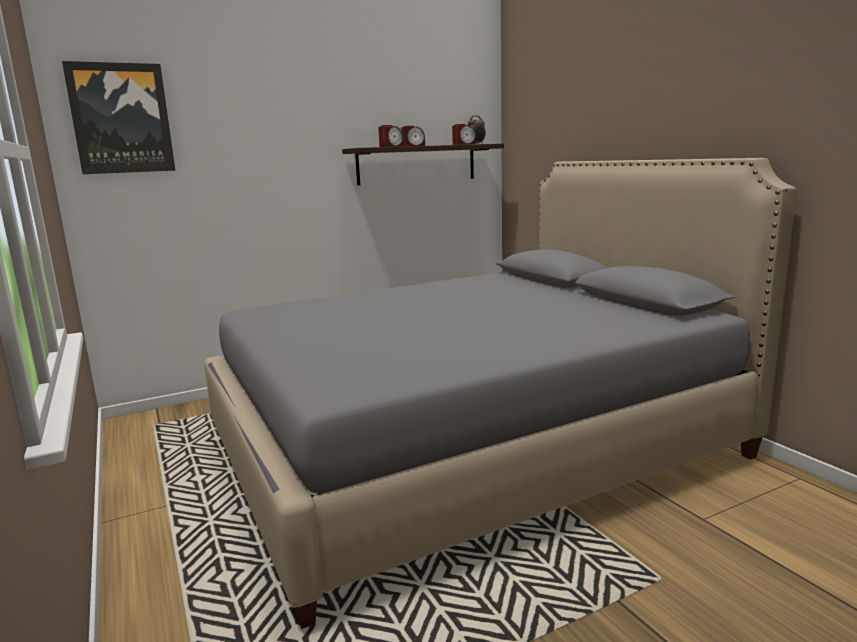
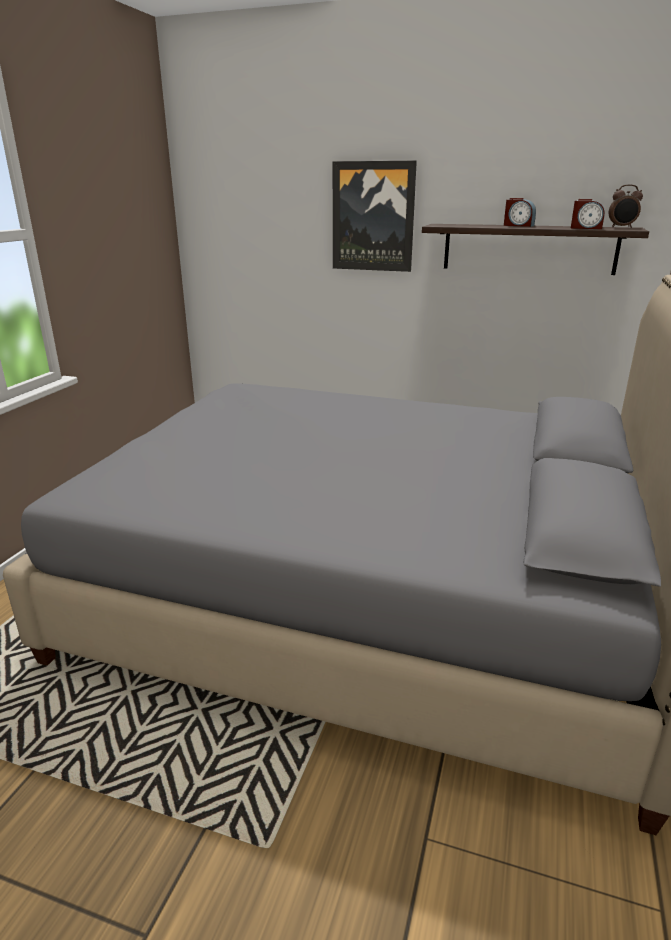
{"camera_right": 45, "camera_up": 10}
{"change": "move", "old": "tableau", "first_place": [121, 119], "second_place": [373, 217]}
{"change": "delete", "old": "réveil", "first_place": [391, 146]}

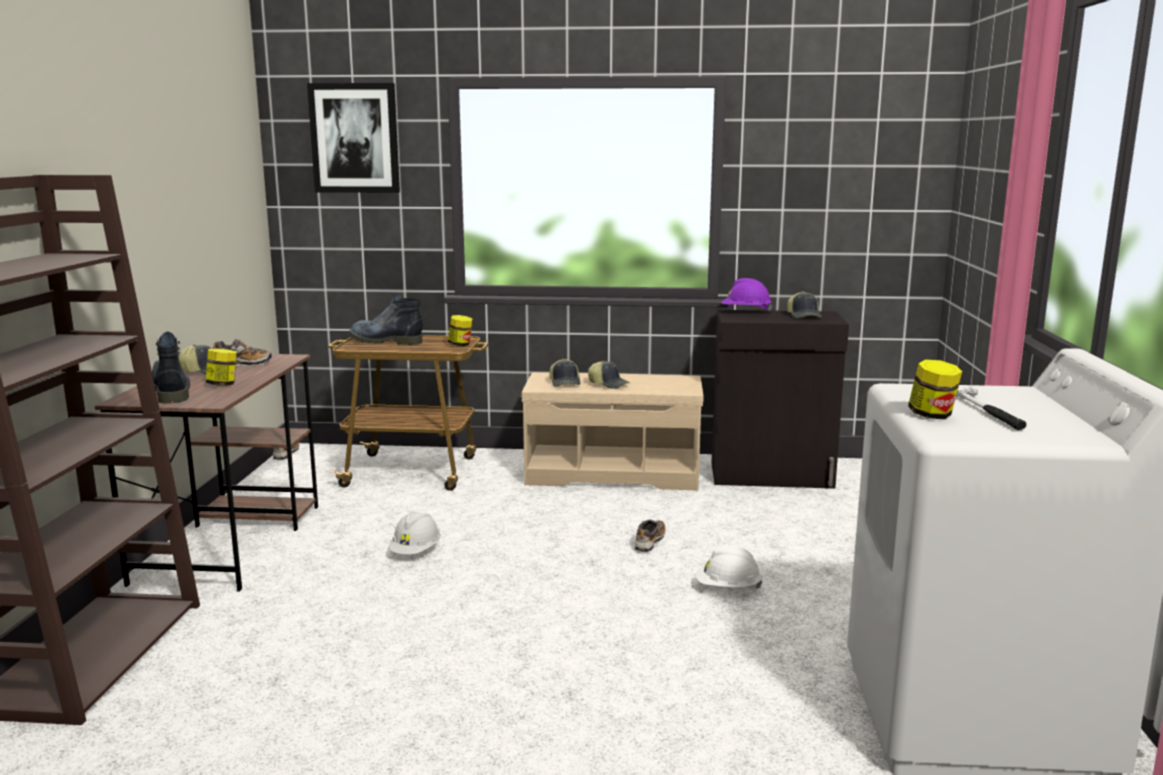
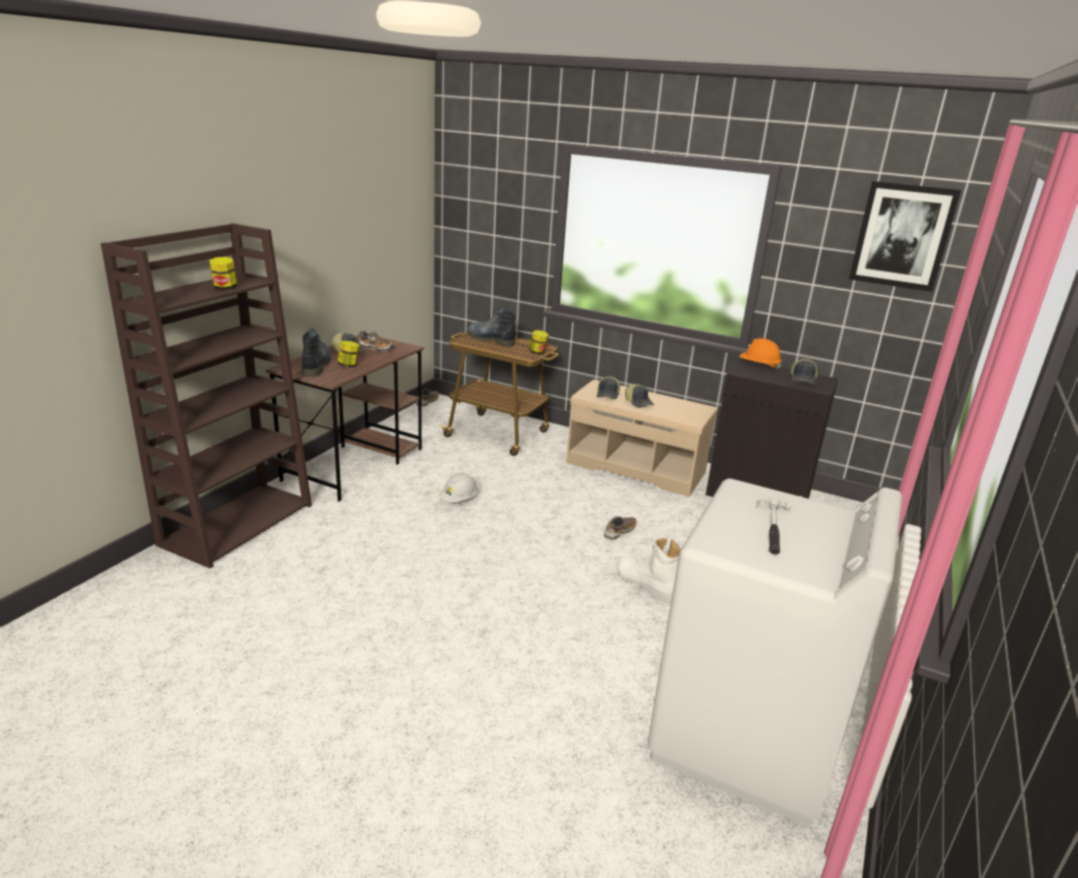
{"camera_right": 20, "camera_up": 10}
{"change": "move", "old": "bocal", "first_place": [932, 415], "second_place": [225, 288]}
{"change": "replace", "old": "casque de chantier (blanc)", "new": "botte (blanc)", "first_place": [728, 588], "second_place": [647, 584]}
{"change": "recolor", "old": "casque de chantier (violet)", "new": "casque de chantier (orange)", "first_place": [745, 312], "second_place": [758, 366]}
{"change": "move", "old": "tableau", "first_place": [355, 138], "second_place": [902, 236]}

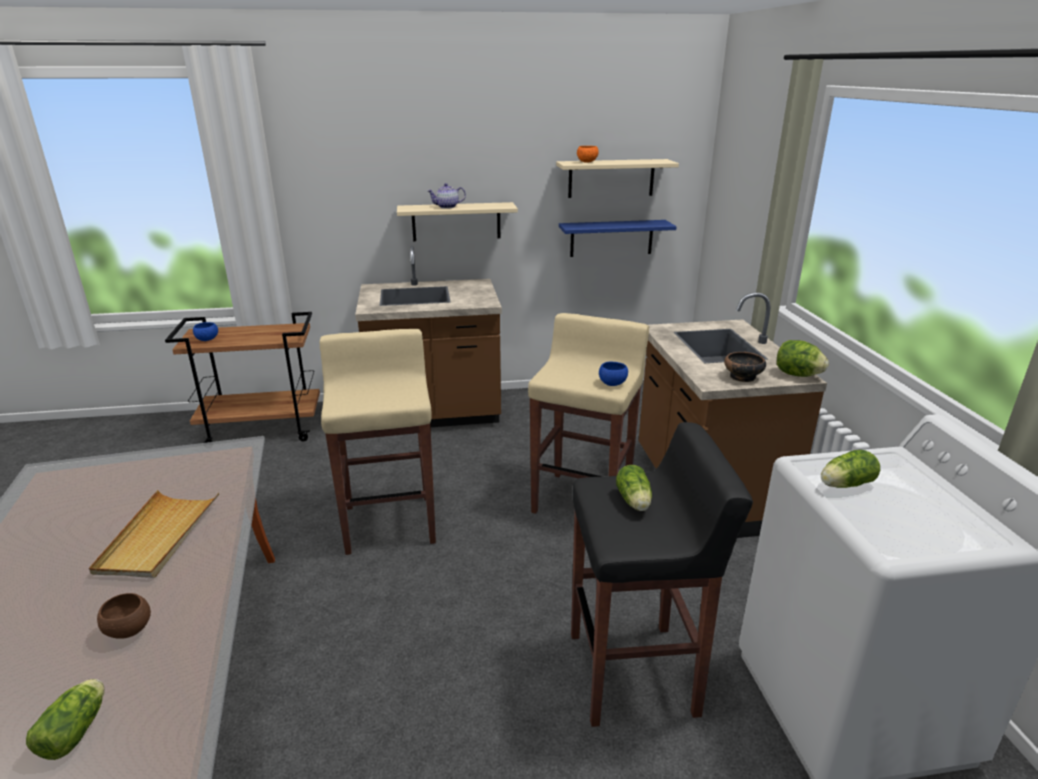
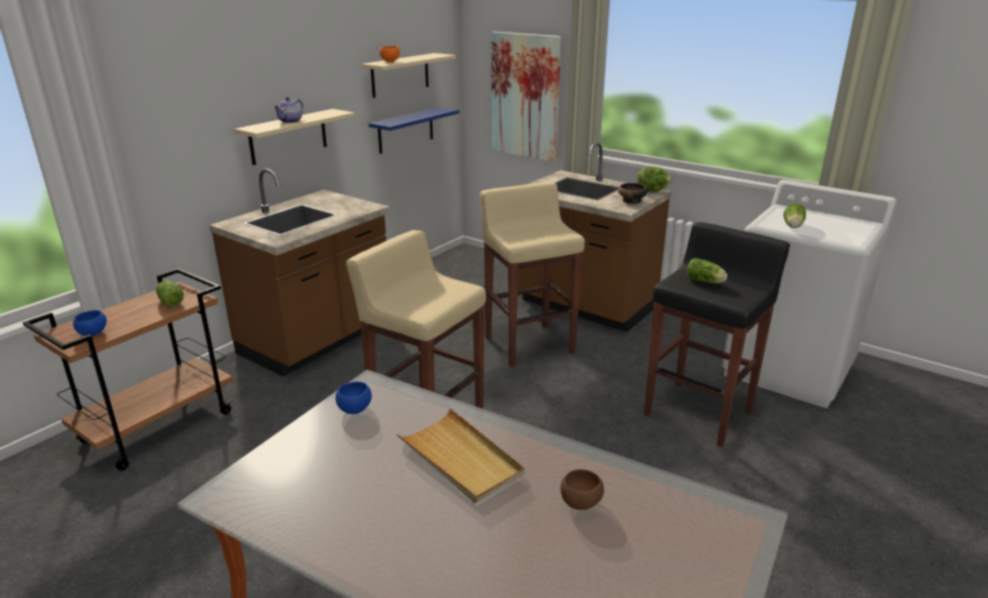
{"camera_right": -45, "camera_up": 0}
{"change": "move", "old": "laitue", "first_place": [77, 729], "second_place": [170, 301]}
{"change": "move", "old": "bol (bleu)", "first_place": [612, 384], "second_place": [355, 409]}
{"change": "insert", "new": "tableau", "second_place": [525, 96]}

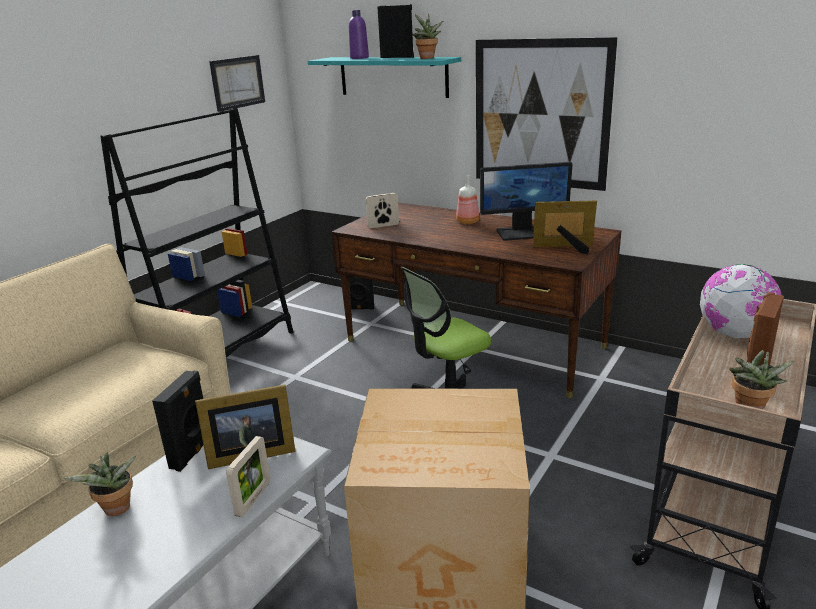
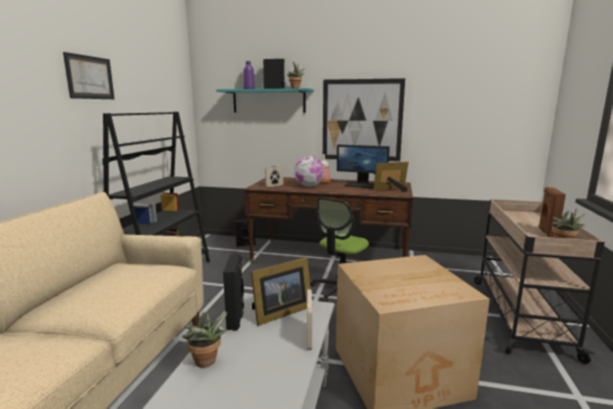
{"camera_right": -20, "camera_up": -10}
{"change": "move", "old": "tableau", "first_place": [237, 82], "second_place": [90, 77]}
{"change": "move", "old": "globe", "first_place": [734, 334], "second_place": [309, 186]}
{"change": "rotate", "old": "écran d'ordinateur", "first_place": [525, 232], "second_place": [361, 185], "degrees": 45}

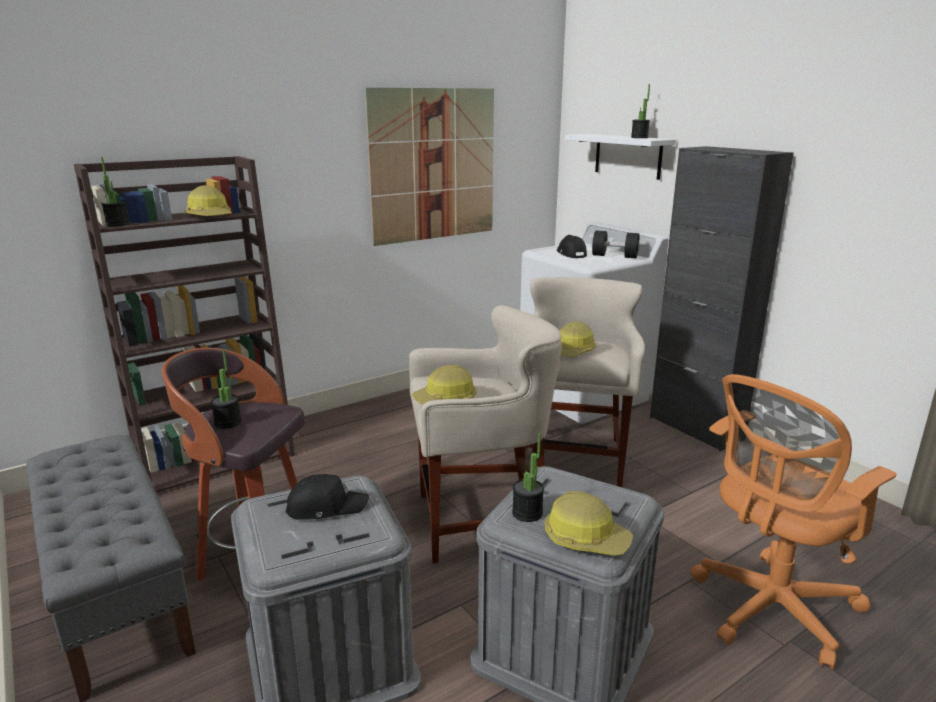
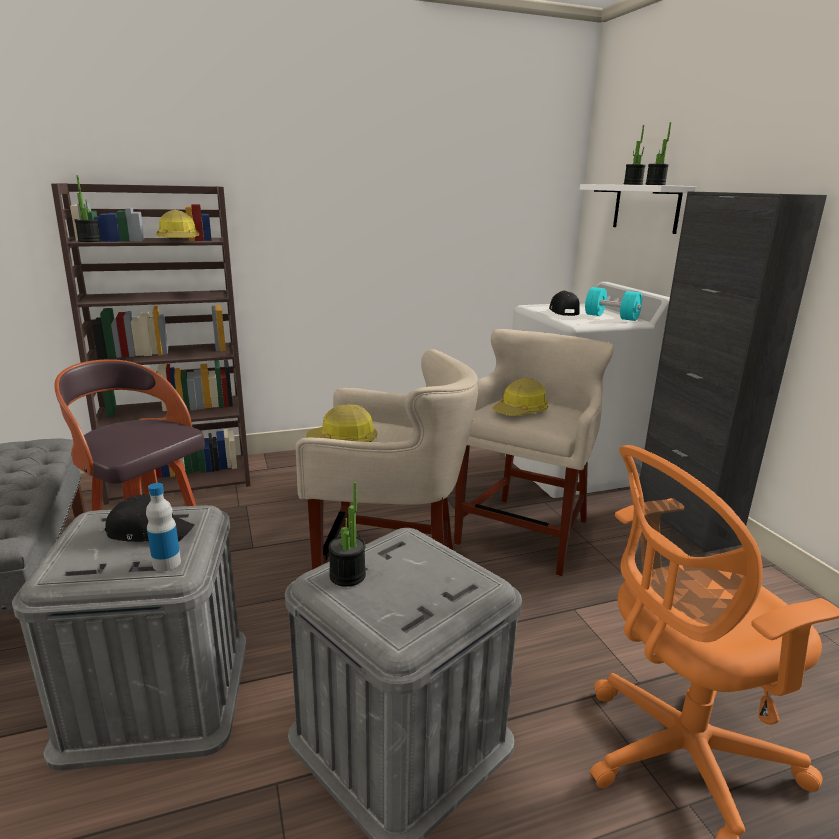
{"camera_right": 15, "camera_up": 0}
{"change": "insert", "new": "bouteille", "second_place": [166, 563]}
{"change": "recolor", "old": "haltère (noir)", "new": "haltère (turquoise)", "first_place": [614, 256], "second_place": [611, 317]}
{"change": "move", "old": "plante en pot", "first_place": [228, 423], "second_place": [633, 184]}
{"change": "delete", "old": "tableau", "first_place": [434, 165]}
{"change": "delete", "old": "casque de chantier", "first_place": [585, 538]}

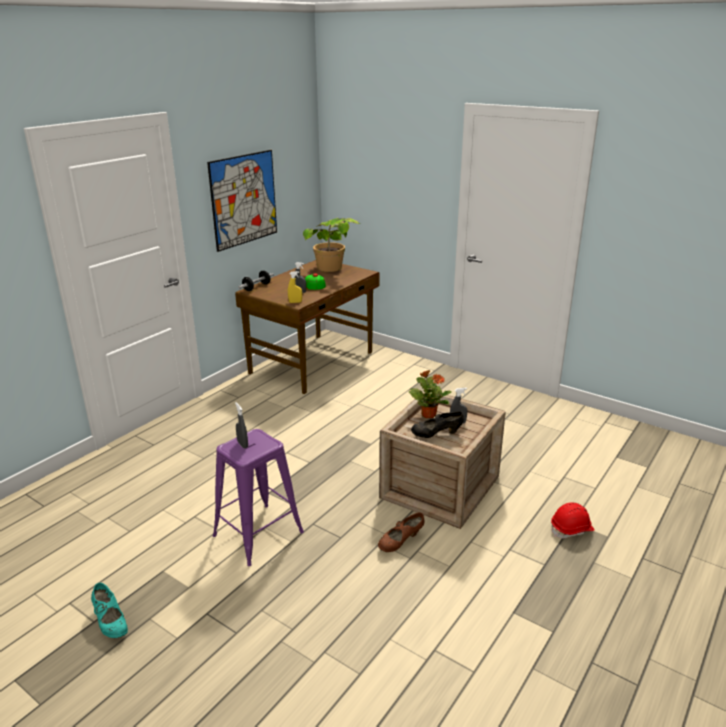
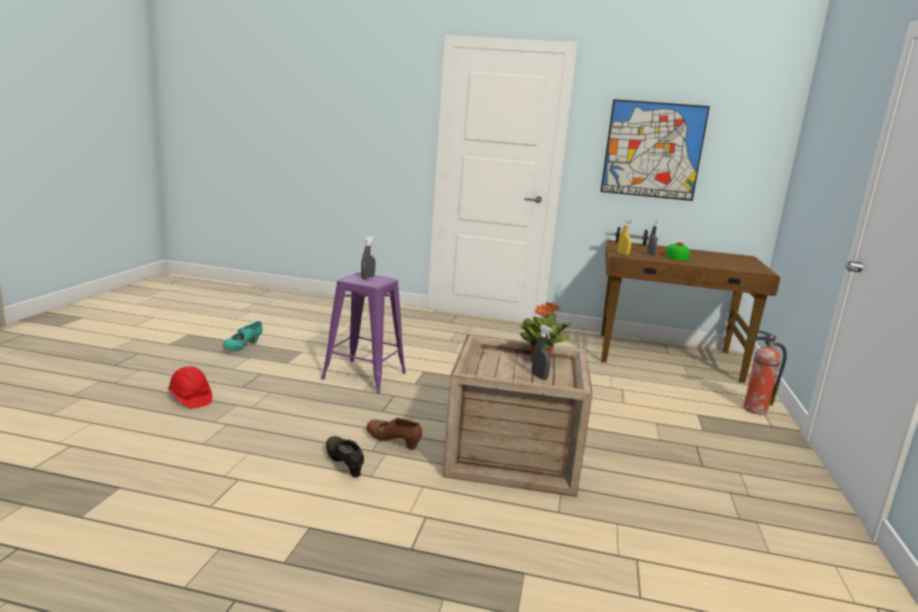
{"camera_right": 65, "camera_up": -10}
{"change": "move", "old": "casque de chantier (rouge)", "first_place": [571, 529], "second_place": [190, 399]}
{"change": "move", "old": "chaussure (noir)", "first_place": [436, 434], "second_place": [344, 465]}
{"change": "insert", "new": "extincteur", "second_place": [753, 409]}
{"change": "delete", "old": "plante en pot", "first_place": [333, 272]}

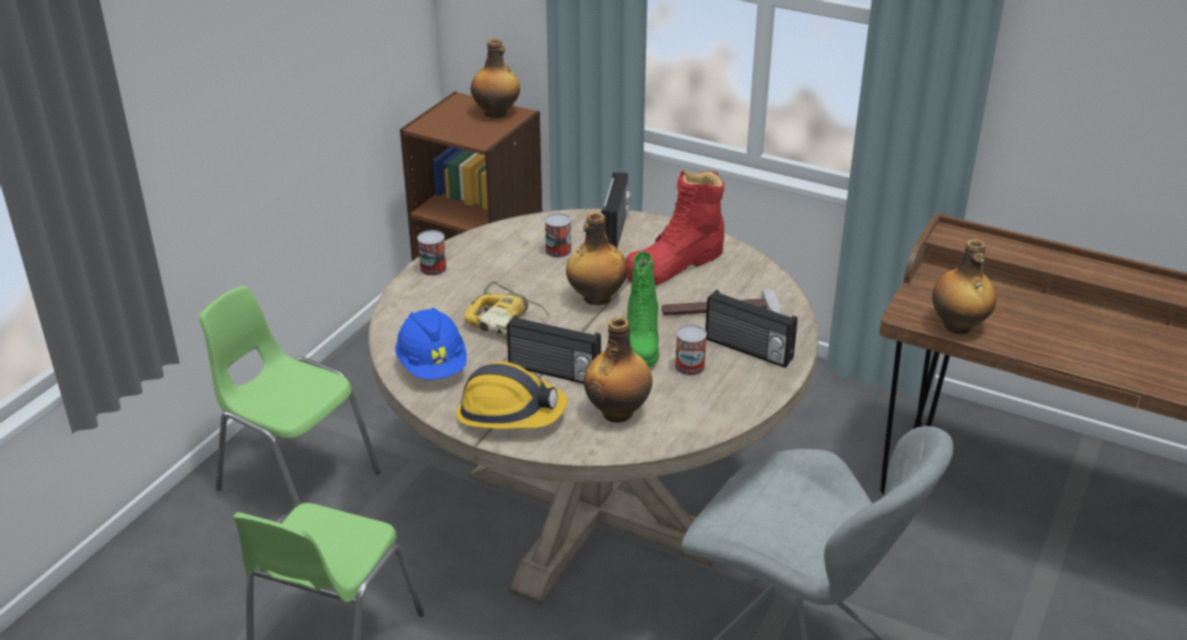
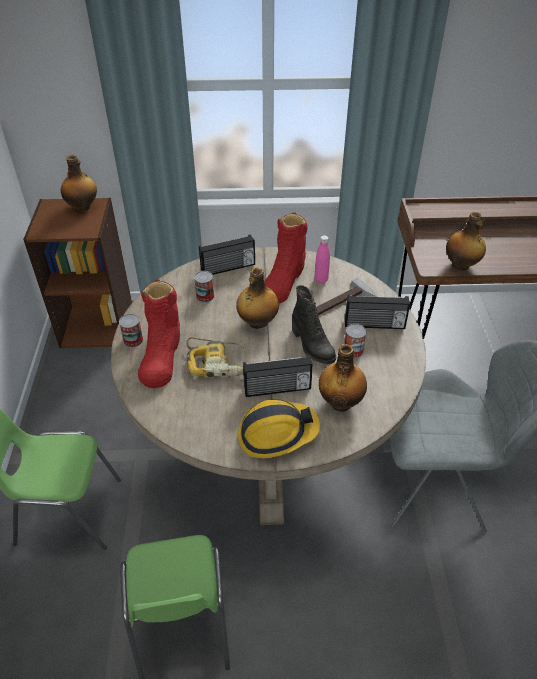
{"camera_right": -30, "camera_up": 10}
{"change": "insert", "new": "botte (rouge)", "second_place": [161, 355]}
{"change": "rotate", "old": "radio", "first_place": [616, 230], "second_place": [228, 268], "degrees": 90}
{"change": "recolor", "old": "botte (vert)", "new": "botte (noir)", "first_place": [640, 344], "second_place": [311, 346]}
{"change": "insert", "new": "bouteille (rose)", "second_place": [321, 280]}
{"change": "delete", "old": "casque de chantier (bleu)", "first_place": [432, 366]}

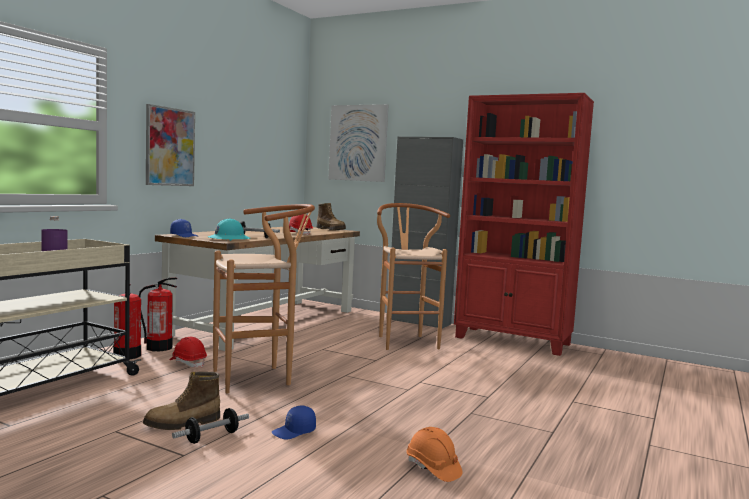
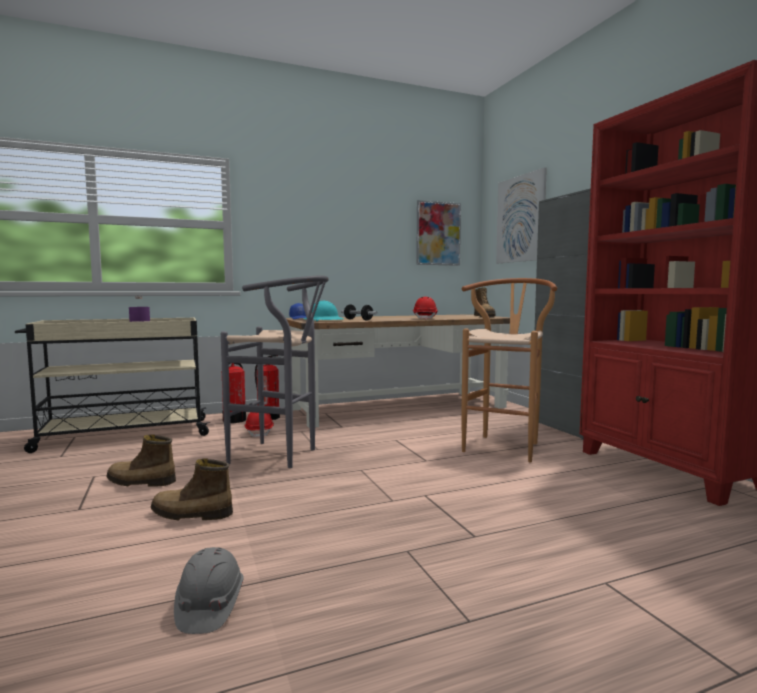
{"camera_right": 40, "camera_up": 0}
{"change": "replace", "old": "casquette (bleu)", "new": "botte", "first_place": [294, 432], "second_place": [191, 514]}
{"change": "recolor", "old": "casque de chantier (orange)", "new": "casque de chantier (gris)", "first_place": [432, 468], "second_place": [209, 606]}
{"change": "recolor", "old": "tabouret (marron)", "new": "tabouret (gris)", "first_place": [260, 378], "second_place": [281, 456]}
{"change": "move", "old": "tableau", "first_place": [170, 147], "second_place": [438, 233]}
{"change": "delete", "old": "haltère", "first_place": [211, 437]}

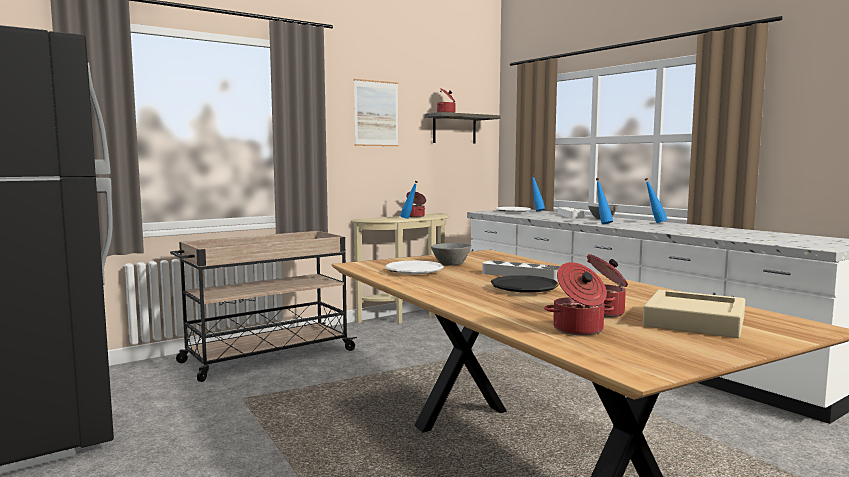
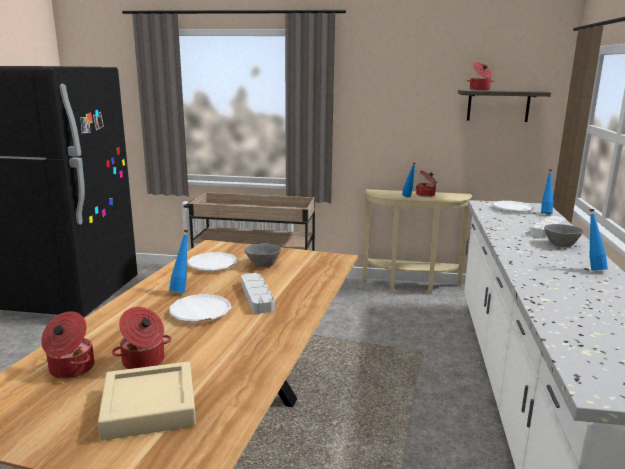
{"camera_right": 45, "camera_up": 10}
{"change": "move", "old": "bouteille (bleu)", "first_place": [602, 224], "second_place": [182, 290]}
{"change": "recolor", "old": "assiette (noir)", "new": "assiette (blanc)", "first_place": [524, 289], "second_place": [200, 312]}
{"change": "delete", "old": "tableau", "first_place": [376, 113]}

